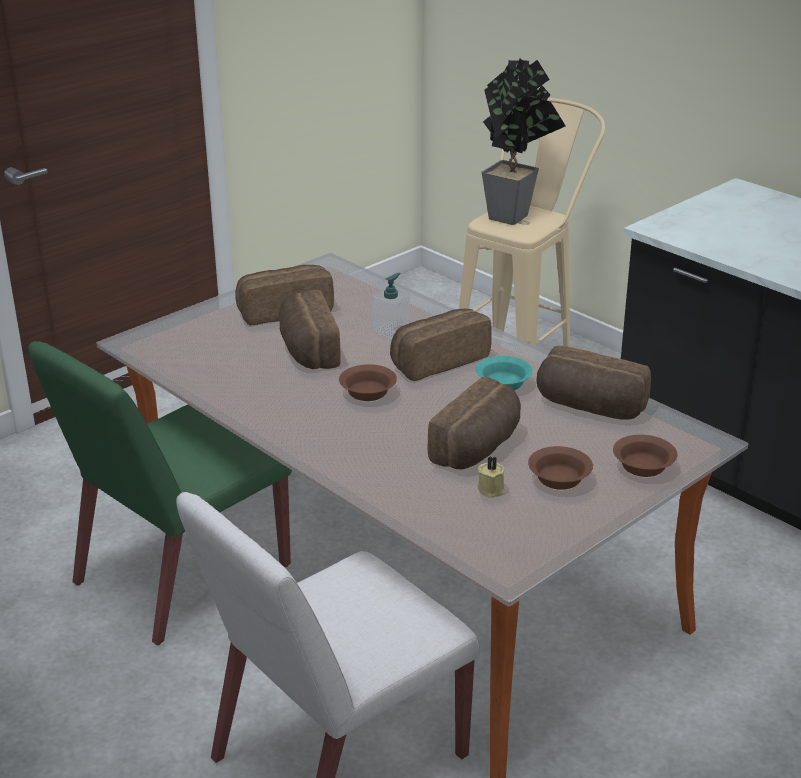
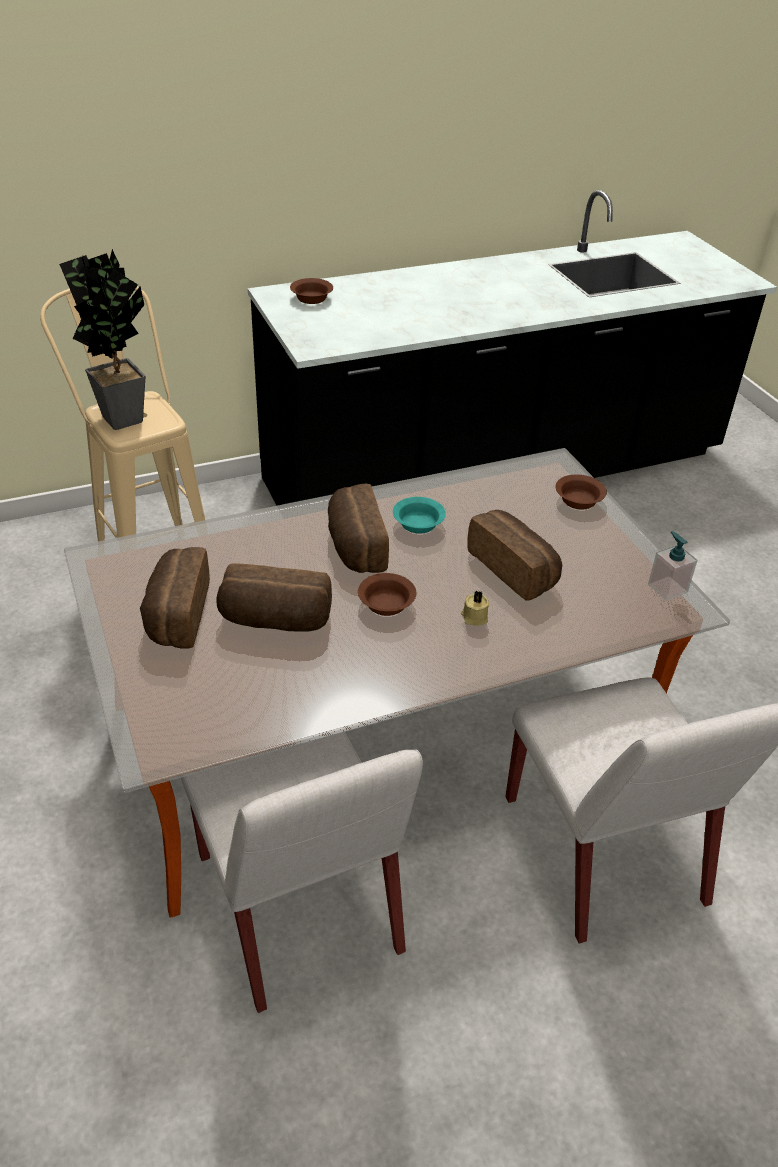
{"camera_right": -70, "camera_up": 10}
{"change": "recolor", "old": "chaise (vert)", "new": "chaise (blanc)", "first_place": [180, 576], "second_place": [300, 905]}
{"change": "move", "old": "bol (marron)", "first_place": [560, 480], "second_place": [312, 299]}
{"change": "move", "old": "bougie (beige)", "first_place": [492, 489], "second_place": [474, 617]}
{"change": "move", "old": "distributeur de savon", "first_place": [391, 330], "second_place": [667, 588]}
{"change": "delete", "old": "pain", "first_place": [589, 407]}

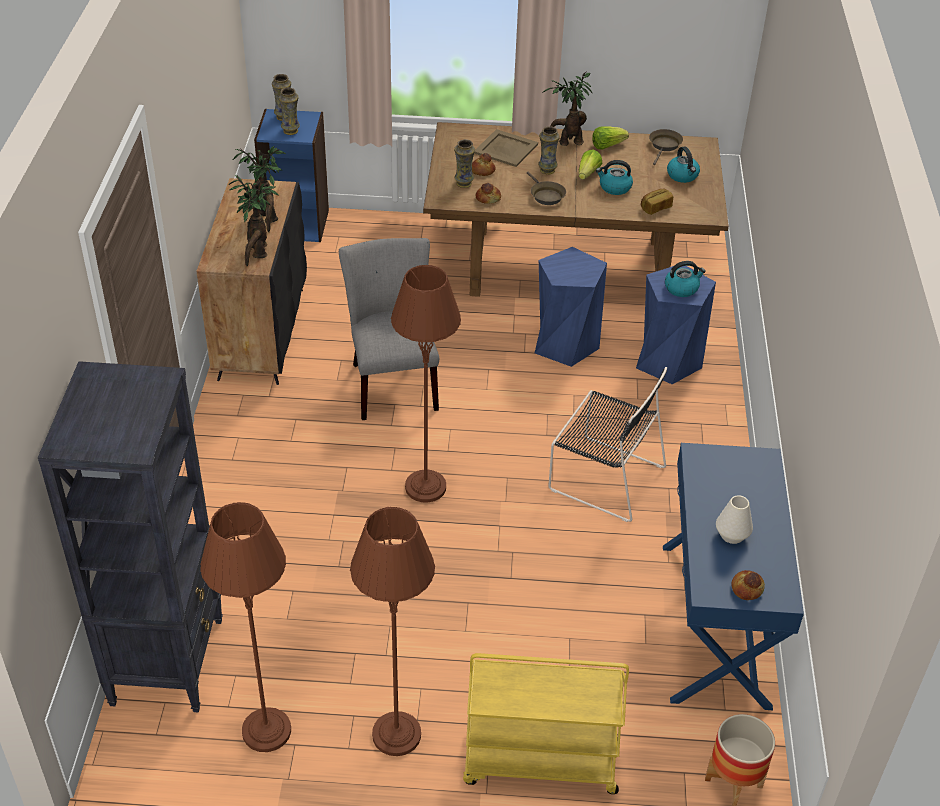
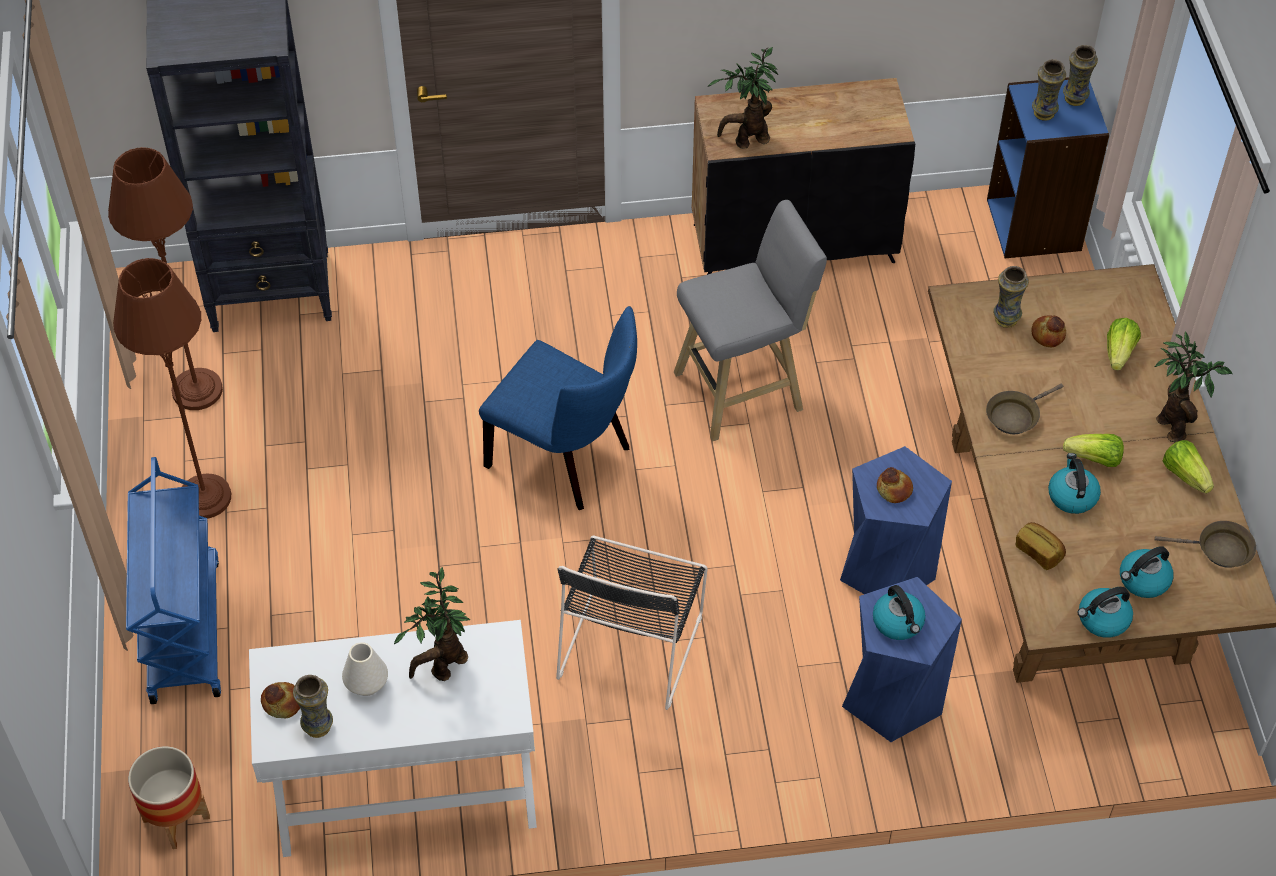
{"camera_right": 80, "camera_up": 10}
{"change": "recolor", "old": "chariot (jaune)", "new": "chariot (bleu)", "first_place": [539, 763], "second_place": [184, 629]}
{"change": "recolor", "old": "table console (bleu)", "new": "table console (blanc)", "first_place": [716, 624], "second_place": [406, 788]}
{"change": "move", "old": "vase", "first_place": [547, 170], "second_place": [318, 726]}
{"change": "move", "old": "plante en pot", "first_place": [267, 219], "second_place": [443, 667]}
{"change": "replace", "old": "lampadaire (marron)", "new": "chaise (bleu)", "first_place": [426, 487], "second_place": [567, 458]}
{"change": "replace", "old": "chaise (gris)", "new": "tabouret (gris)", "first_place": [391, 382], "second_place": [744, 390]}
{"change": "move", "old": "pain", "first_place": [488, 198], "second_place": [894, 489]}
{"change": "insert", "new": "bouilloire", "second_place": [1102, 620]}
{"change": "replace", "old": "plateau (beige)", "new": "laitue", "first_place": [505, 148], "second_place": [1119, 352]}

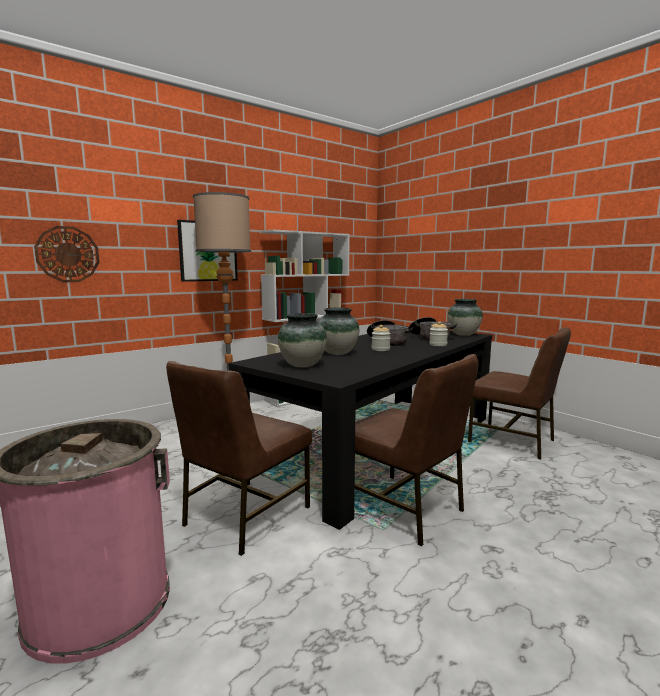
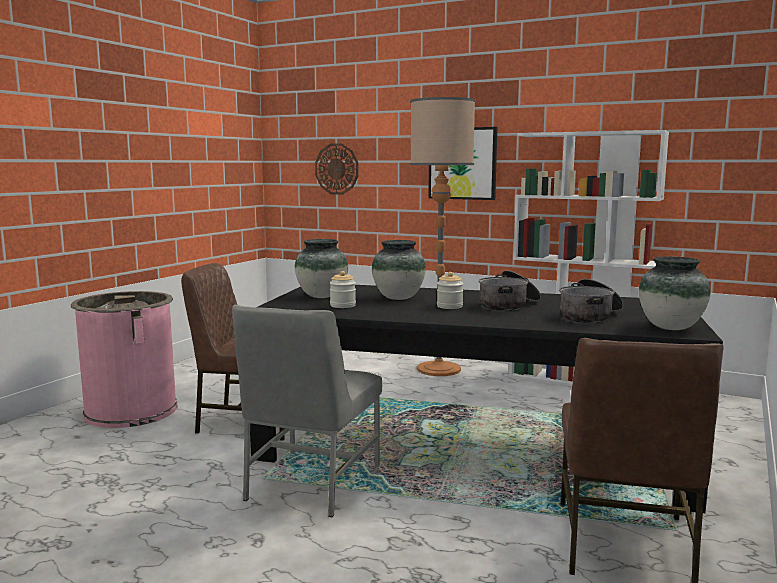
{"camera_right": 65, "camera_up": 0}
{"change": "recolor", "old": "chaise (marron)", "new": "chaise (gris)", "first_place": [404, 509], "second_place": [310, 483]}
{"change": "move", "old": "bocal", "first_place": [438, 345], "second_place": [343, 305]}

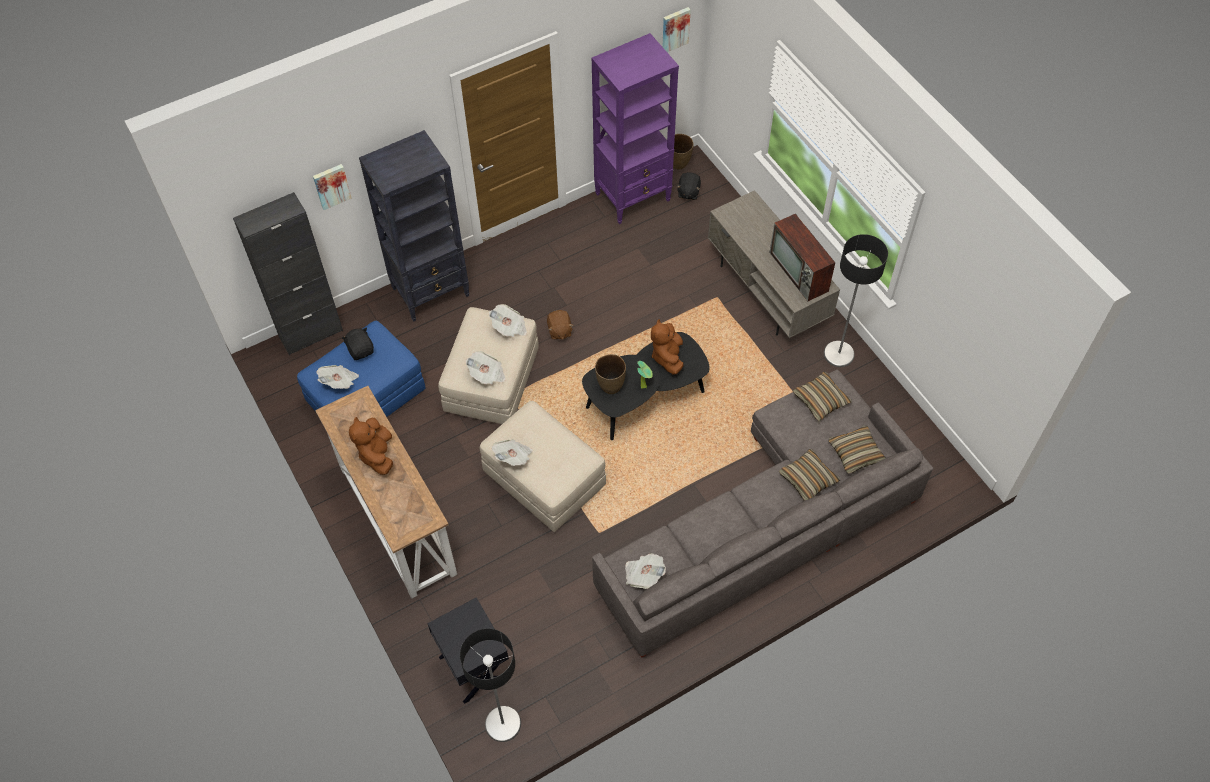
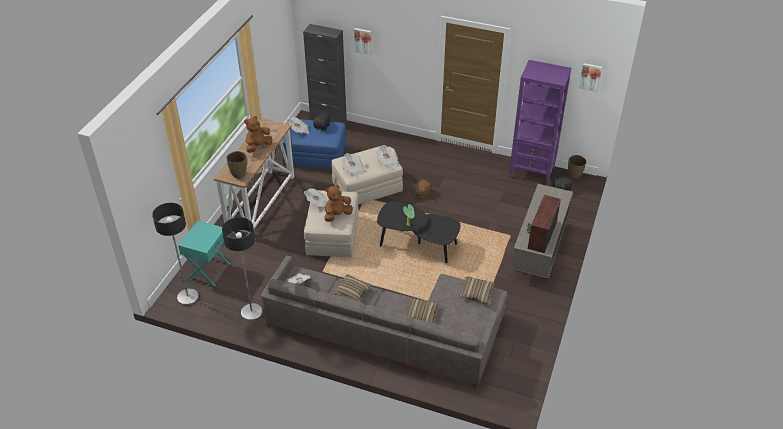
{"camera_right": 50, "camera_up": -15}
{"change": "recolor", "old": "table de chevet (noir)", "new": "table de chevet (turquoise)", "first_place": [474, 668], "second_place": [208, 270]}
{"change": "move", "old": "lampadaire", "first_place": [838, 354], "second_place": [251, 312]}
{"change": "move", "old": "vase (marron)", "first_place": [610, 386], "second_place": [239, 174]}
{"change": "move", "old": "peluche (marron)", "first_place": [667, 357], "second_place": [337, 215]}
{"change": "move", "old": "coussin", "first_place": [856, 453], "second_place": [351, 292]}
{"change": "delete", "old": "bibliothèque (noir)", "first_place": [431, 291]}

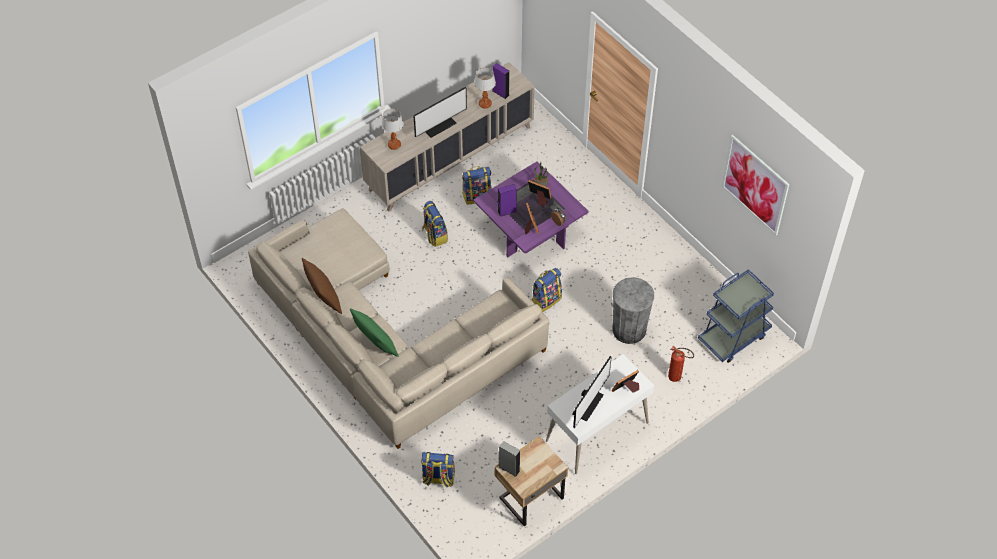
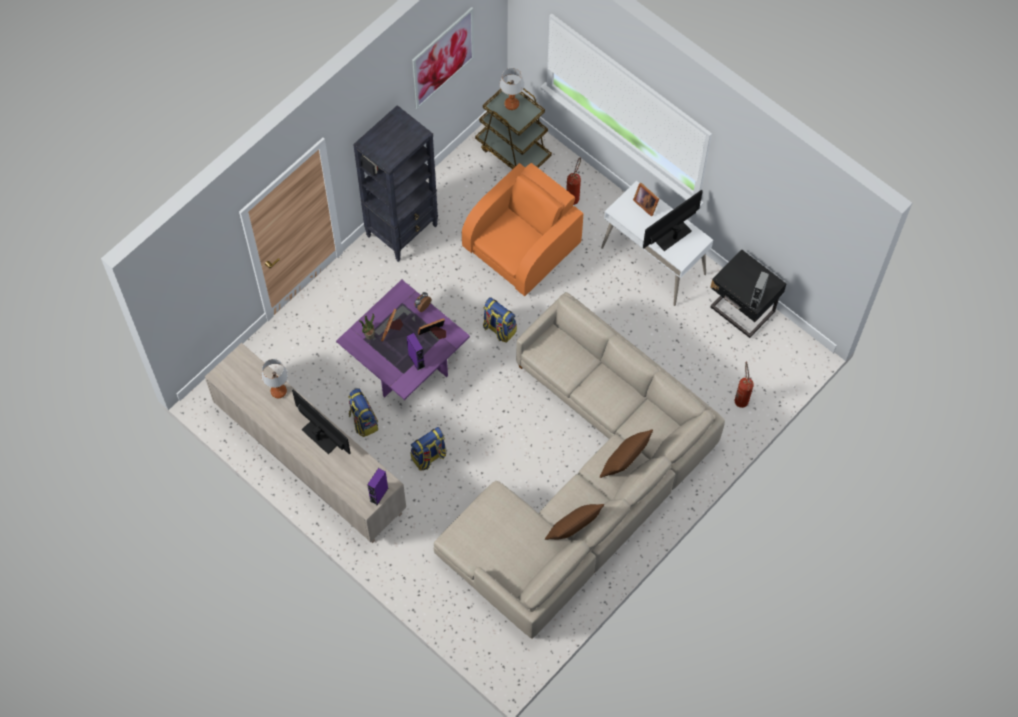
{"camera_right": -100, "camera_up": 10}
{"change": "insert", "new": "bibliothèque (noir)", "second_place": [402, 230]}
{"change": "move", "old": "enceinte (violet)", "first_place": [500, 93], "second_place": [379, 494]}
{"change": "replace", "old": "poubelle (gris)", "new": "fauteuil (orange)", "first_place": [629, 329], "second_place": [522, 246]}
{"change": "recolor", "old": "chariot (bleu)", "new": "chariot (marron)", "first_place": [733, 337], "second_place": [513, 151]}
{"change": "move", "old": "lampe de table", "first_place": [394, 145], "second_place": [511, 104]}
{"change": "recolor", "old": "coussin (vert)", "new": "coussin (marron)", "first_place": [375, 345], "second_place": [624, 463]}
{"change": "rotate", "old": "écran d'ordinateur", "first_place": [588, 404], "second_place": [672, 235], "degrees": -60}
{"change": "recolor", "old": "table de chevet (beige)", "new": "table de chevet (noir)", "first_place": [530, 497], "second_place": [741, 311]}
{"change": "replace", "old": "sac à dos", "new": "extincteur", "first_place": [438, 478], "second_place": [741, 398]}

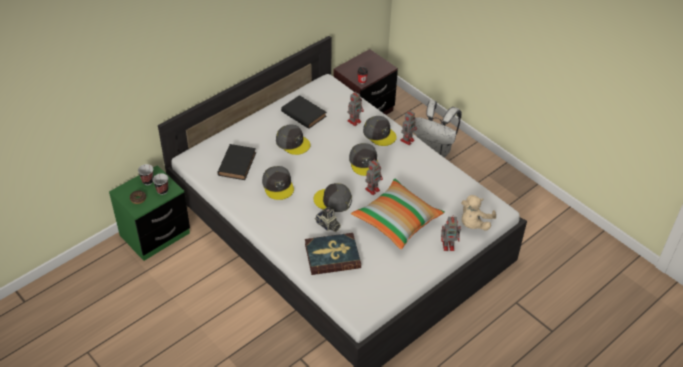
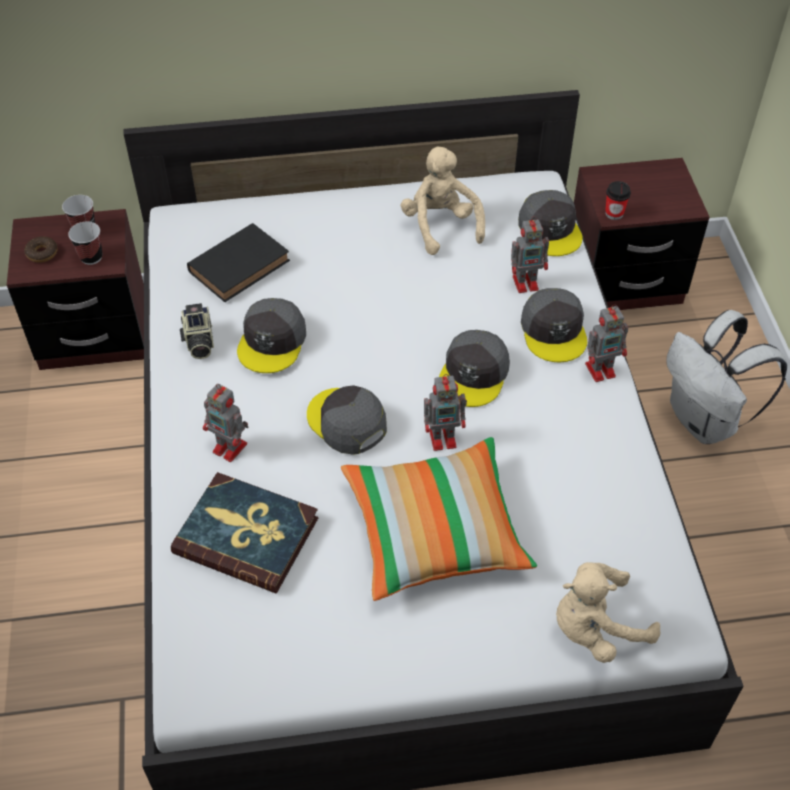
{"camera_right": 35, "camera_up": 5}
{"change": "recolor", "old": "table de chevet (vert)", "new": "table de chevet (marron)", "first_place": [155, 234], "second_place": [94, 334]}
{"change": "move", "old": "appareil photo", "first_place": [327, 225], "second_place": [198, 342]}
{"change": "move", "old": "robot jouet", "first_place": [449, 246], "second_place": [231, 448]}
{"change": "replace", "old": "livre (noir)", "new": "peluche (beige)", "first_place": [303, 113], "second_place": [440, 226]}
{"change": "move", "old": "casquette (gris)", "first_place": [293, 142], "second_place": [550, 229]}

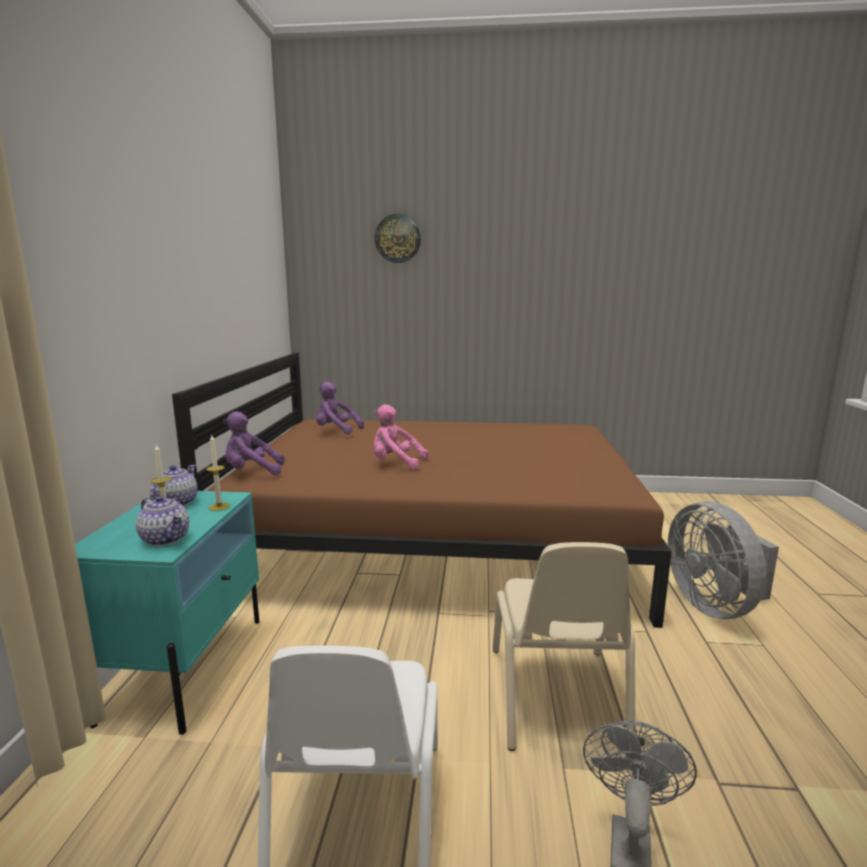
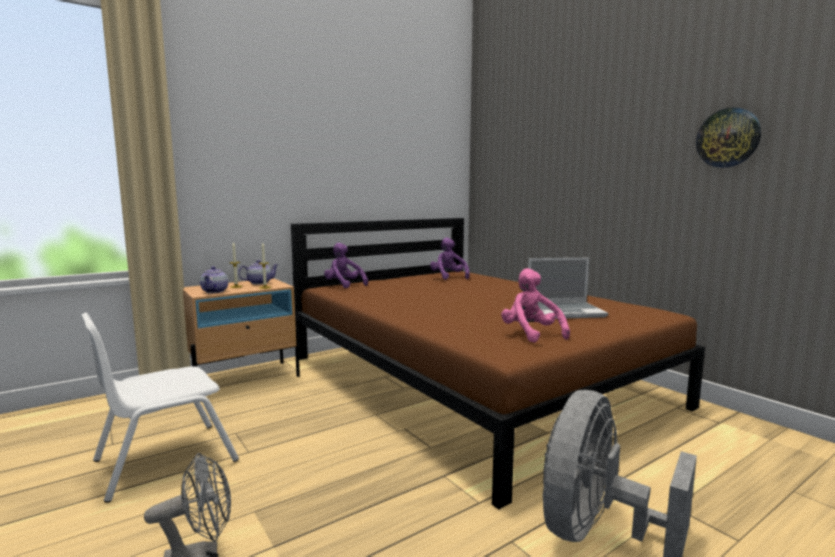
{"camera_right": 50, "camera_up": -5}
{"change": "recolor", "old": "table de chevet (turquoise)", "new": "table de chevet (beige)", "first_place": [187, 666], "second_place": [244, 379]}
{"change": "move", "old": "peluche (rose)", "first_place": [395, 463], "second_place": [531, 334]}
{"change": "insert", "new": "ordinateur portable", "second_place": [565, 312]}
{"change": "move", "old": "horloge murale", "first_place": [398, 238], "second_place": [728, 138]}
{"change": "delete", "old": "chaise (beige)", "first_place": [556, 697]}

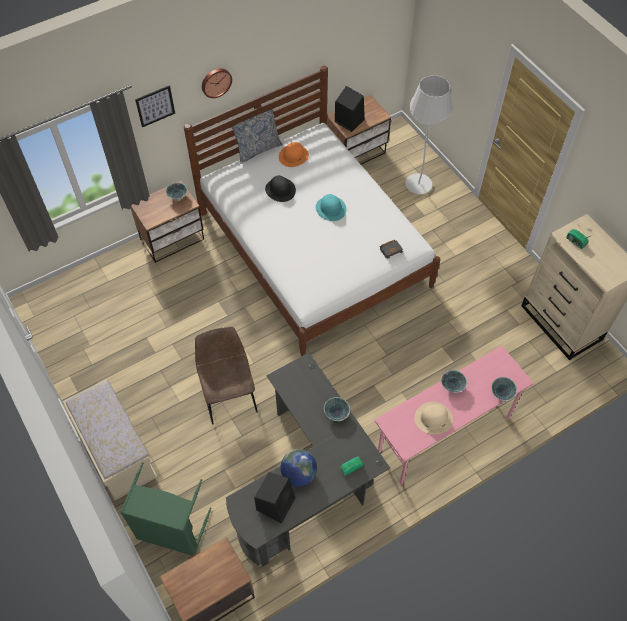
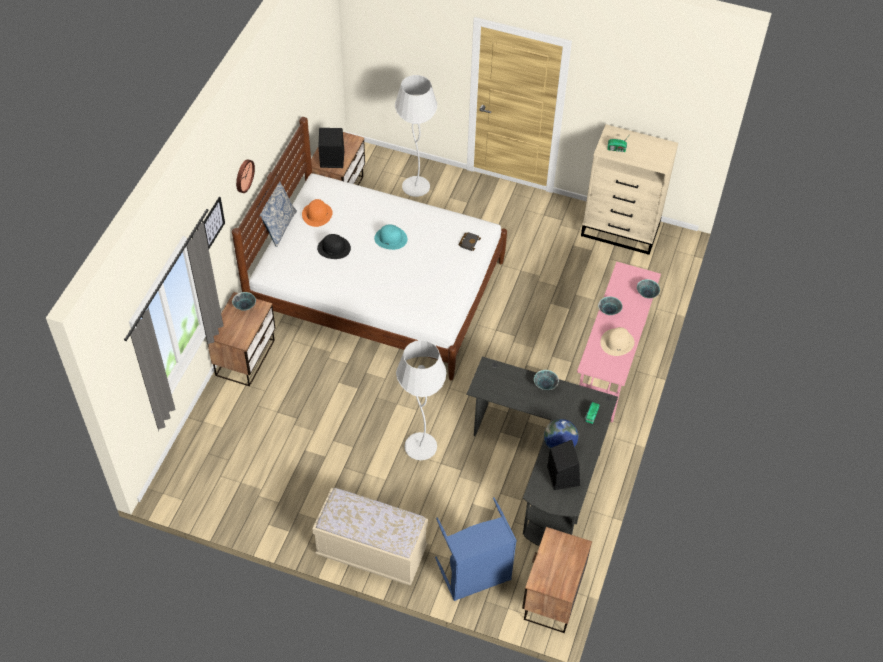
{"camera_right": -40, "camera_up": -5}
{"change": "replace", "old": "chaise (marron)", "new": "lampadaire (blanc)", "first_place": [228, 395], "second_place": [420, 447]}
{"change": "recolor", "old": "panier à linge (vert)", "new": "panier à linge (bleu)", "first_place": [171, 531], "second_place": [476, 576]}

